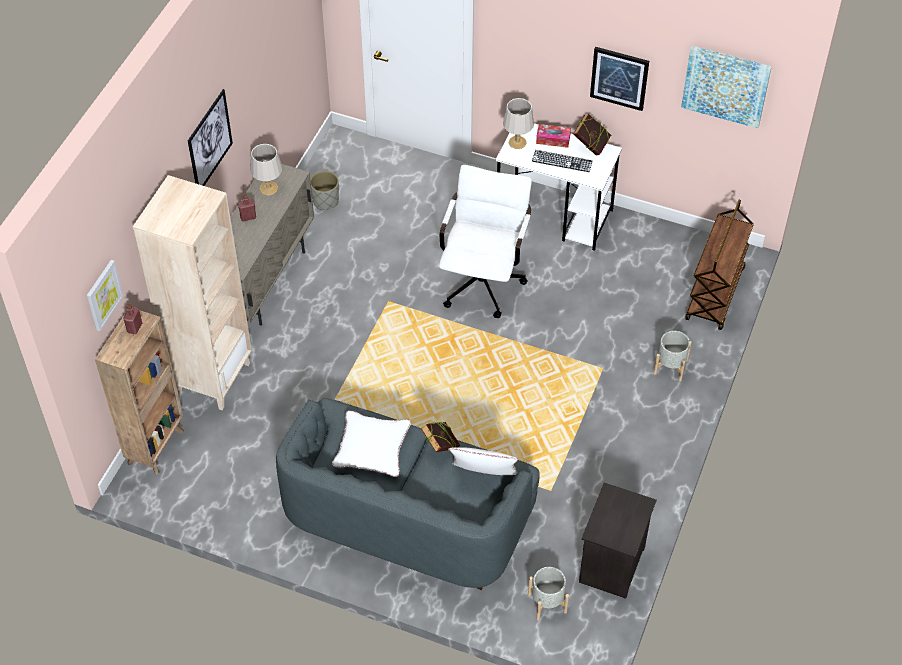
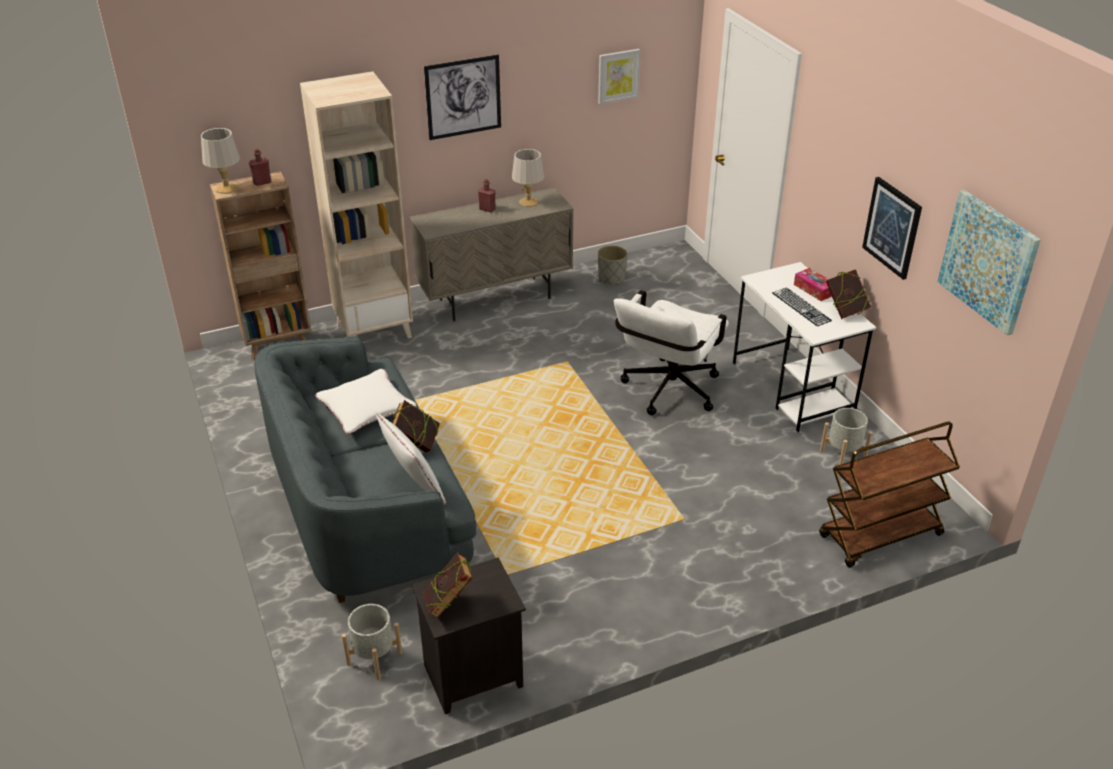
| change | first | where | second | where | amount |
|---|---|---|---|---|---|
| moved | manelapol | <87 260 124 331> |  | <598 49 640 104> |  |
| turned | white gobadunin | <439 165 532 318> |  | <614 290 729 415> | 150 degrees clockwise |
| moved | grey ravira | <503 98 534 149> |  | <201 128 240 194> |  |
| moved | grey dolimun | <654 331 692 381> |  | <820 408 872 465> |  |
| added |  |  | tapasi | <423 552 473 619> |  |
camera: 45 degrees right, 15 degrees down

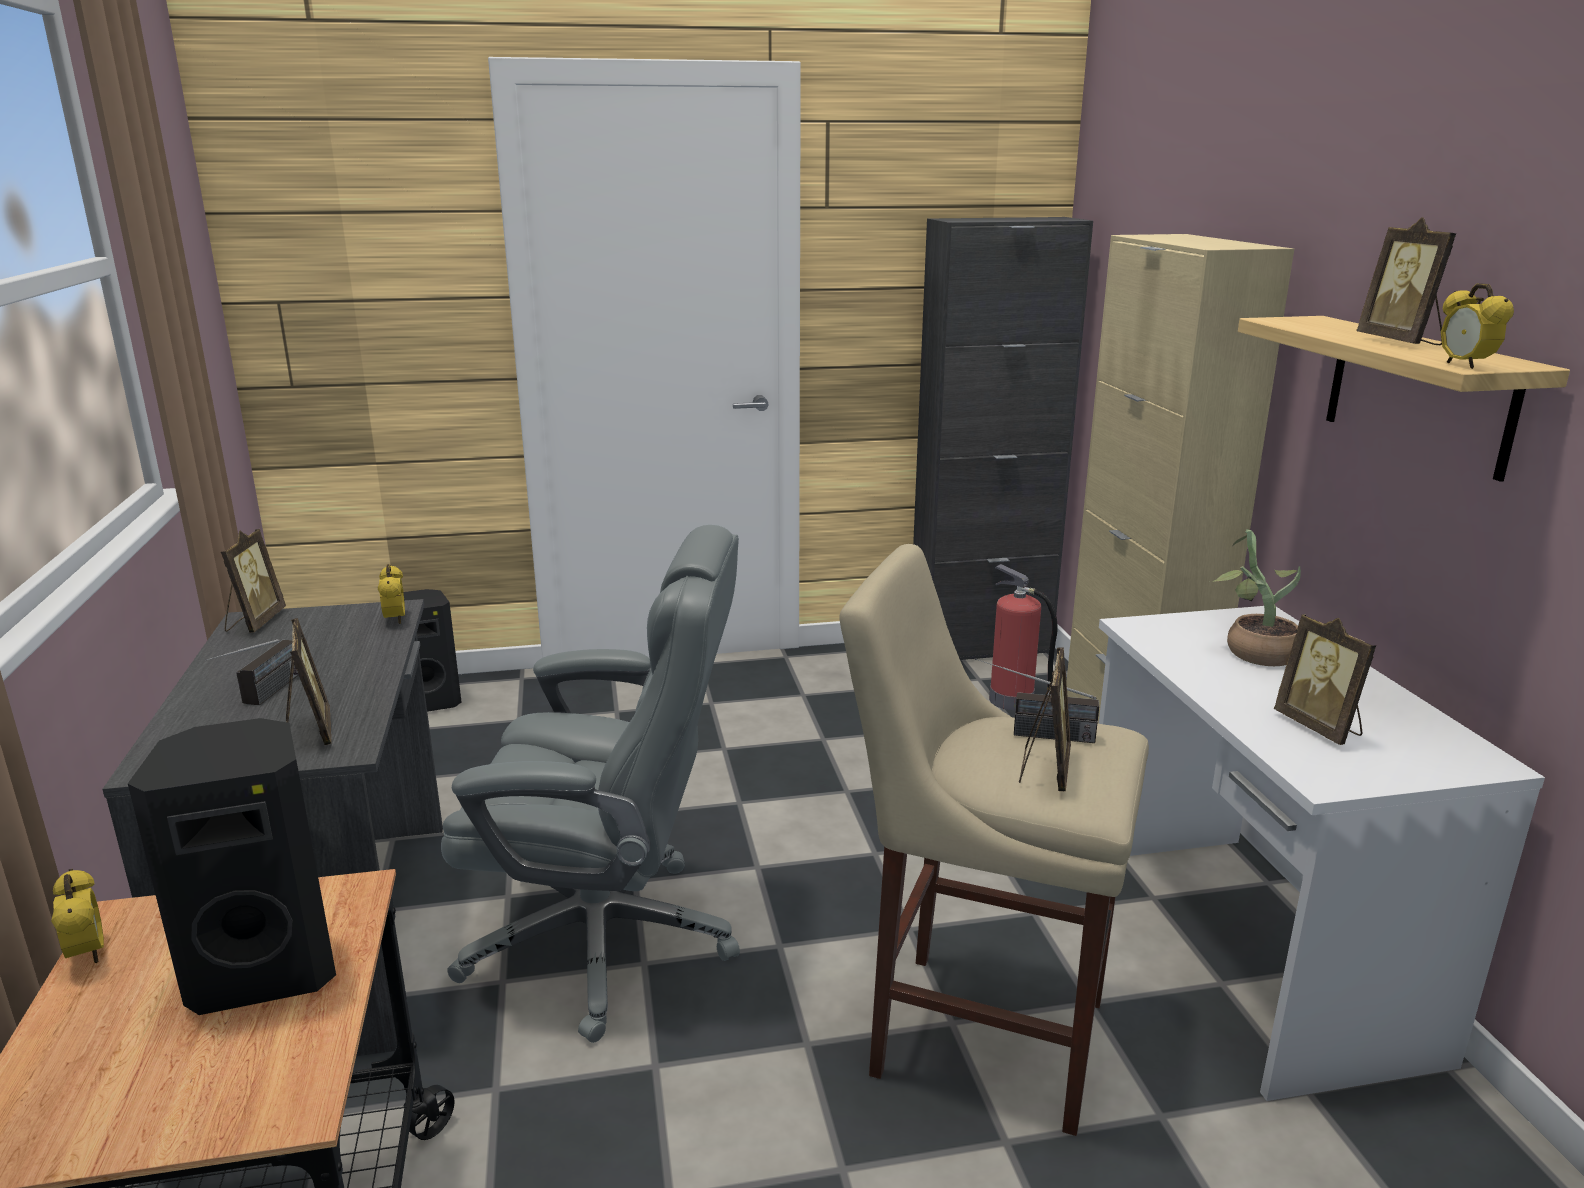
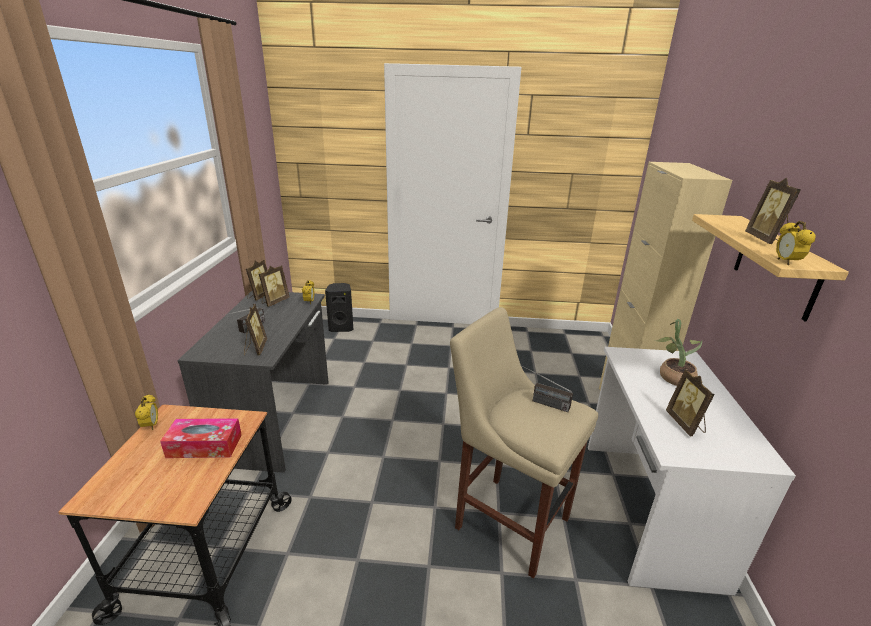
| change | first | where | second | where | amount |
|---|---|---|---|---|---|
| replaced | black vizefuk | <128 718 336 1015> | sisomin | <160 418 242 458> |  |
| removed | grey gobadunin | <441 525 740 1043> |  |  |  |
| removed | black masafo | <913 217 1093 660> |  |  |  |
| removed | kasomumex | <989 564 1058 710> |  |  |  |
| moved | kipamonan | <1019 647 1071 791> |  | <259 265 290 307> |  |
camera: 15 degrees right, 5 degrees up

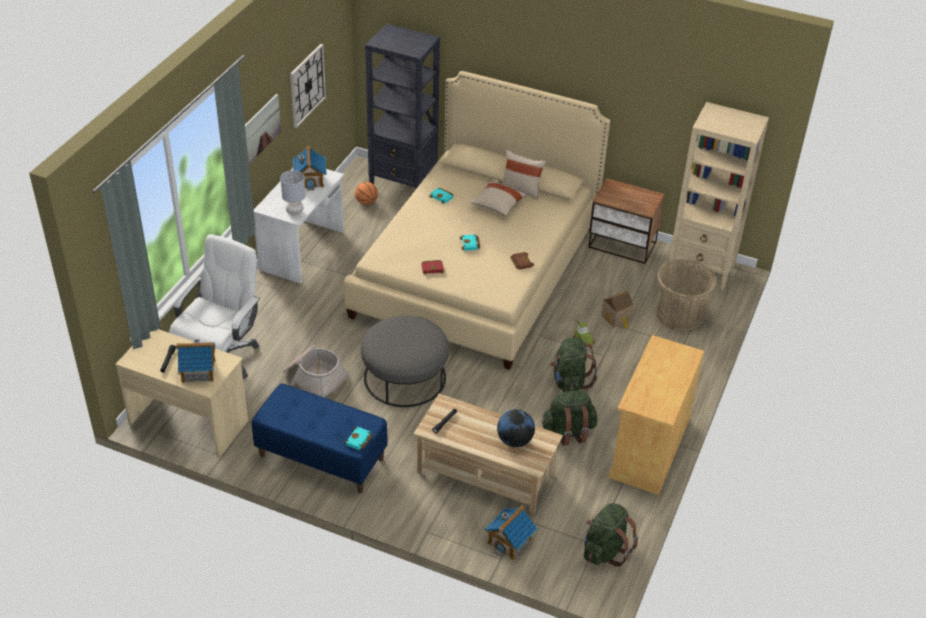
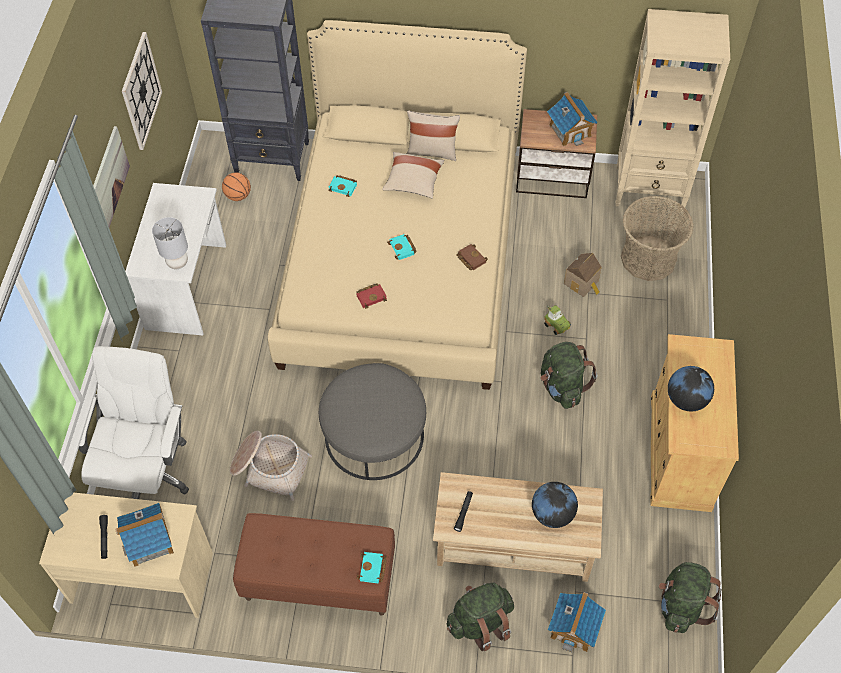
| change | first | where | second | where | amount |
|---|---|---|---|---|---|
| recoloured | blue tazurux | <252 383 387 493> | brown tazurux | <233 513 395 616> |  |
| moved | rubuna | <293 146 327 190> |  | <547 92 598 146> |  |
| moved | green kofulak | <541 391 597 446> |  | <447 583 514 651> |  |
| added |  |  | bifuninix | <668 366 714 411> |  |
camera: 15 degrees left, 15 degrees up

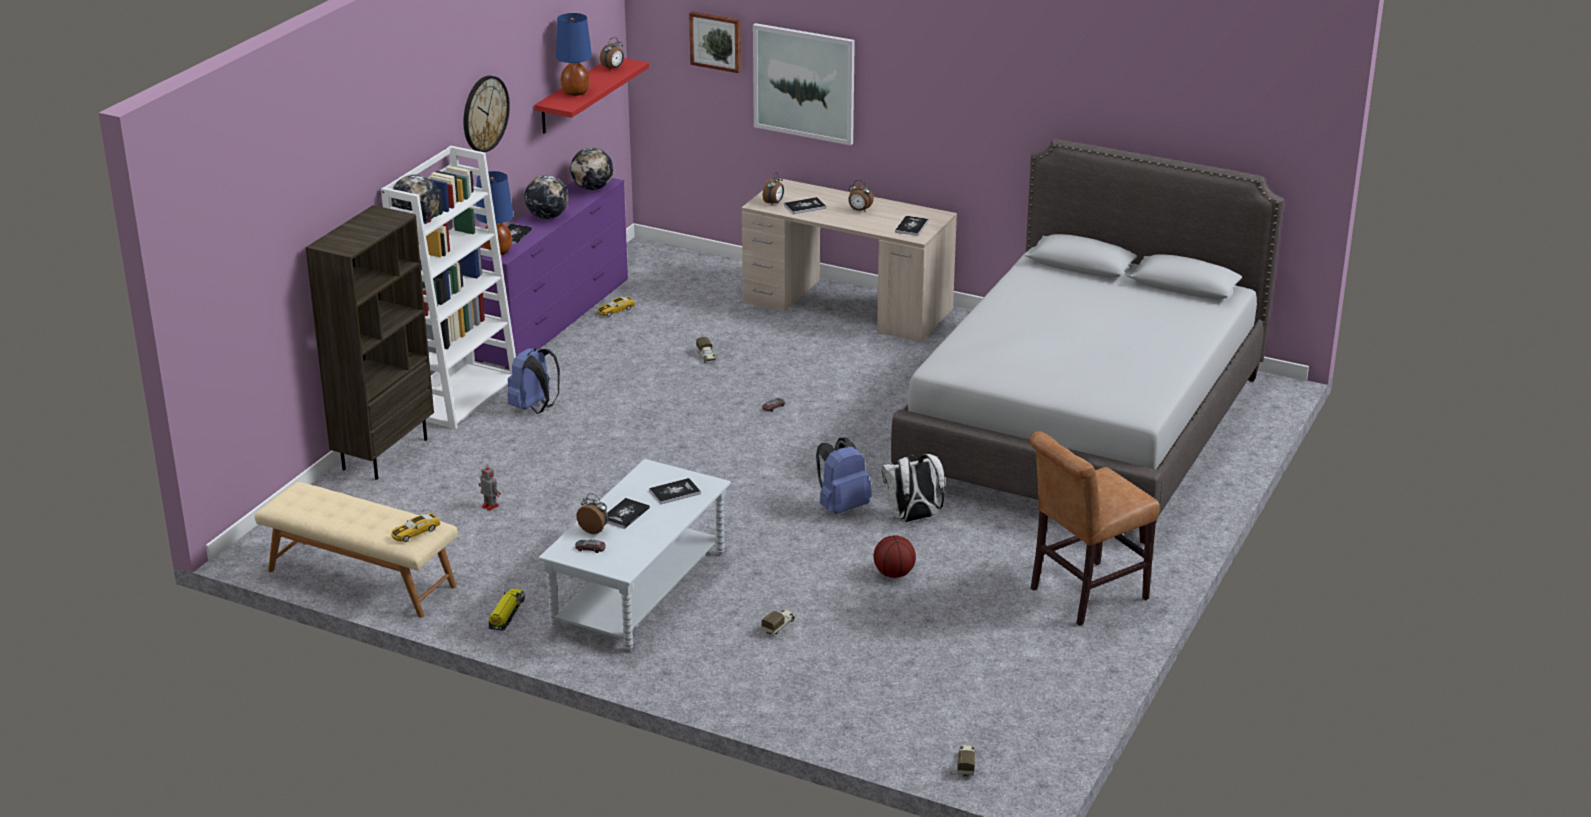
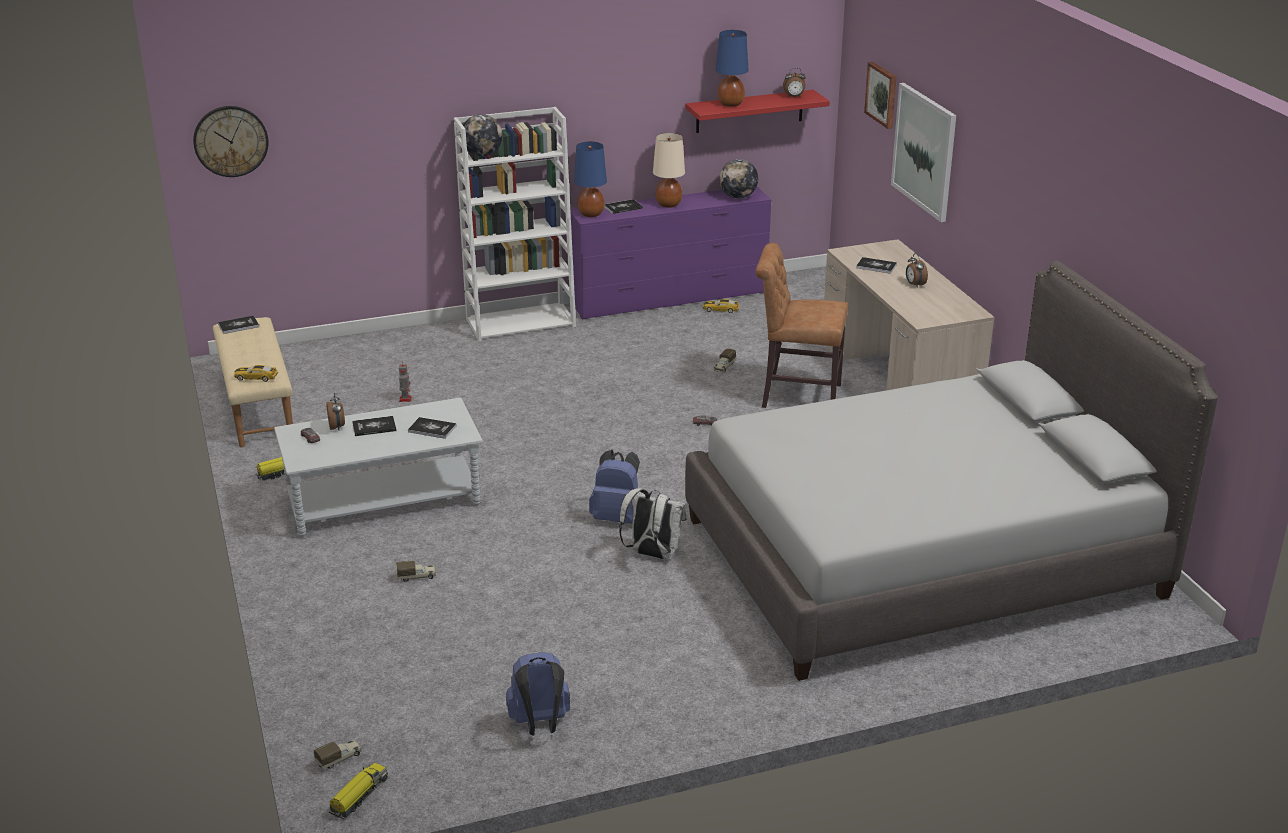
| change | first | where | second | where | amount |
|---|---|---|---|---|---|
| removed | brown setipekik | <305 205 434 480> |  |  |  |
| moved | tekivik | <464 76 510 152> |  | <193 106 268 177> |  |
| moved | blue kofulak | <507 348 560 414> |  | <506 652 570 736> |  |
| replaced | bifuninix | <524 175 569 219> | beige ravira | <653 133 685 208> |  |
| removed | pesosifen | <763 172 784 206> |  |  |  |
| removed | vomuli | <874 535 916 578> |  |  |  |
| moved | tapasi | <895 216 928 236> |  | <218 316 259 334> |  |
| moved | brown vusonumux | <1029 431 1160 626> |  | <755 243 848 408> |  |
| added |  |  | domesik | <329 763 388 819> |  |
camera: 45 degrees right, 0 degrees up

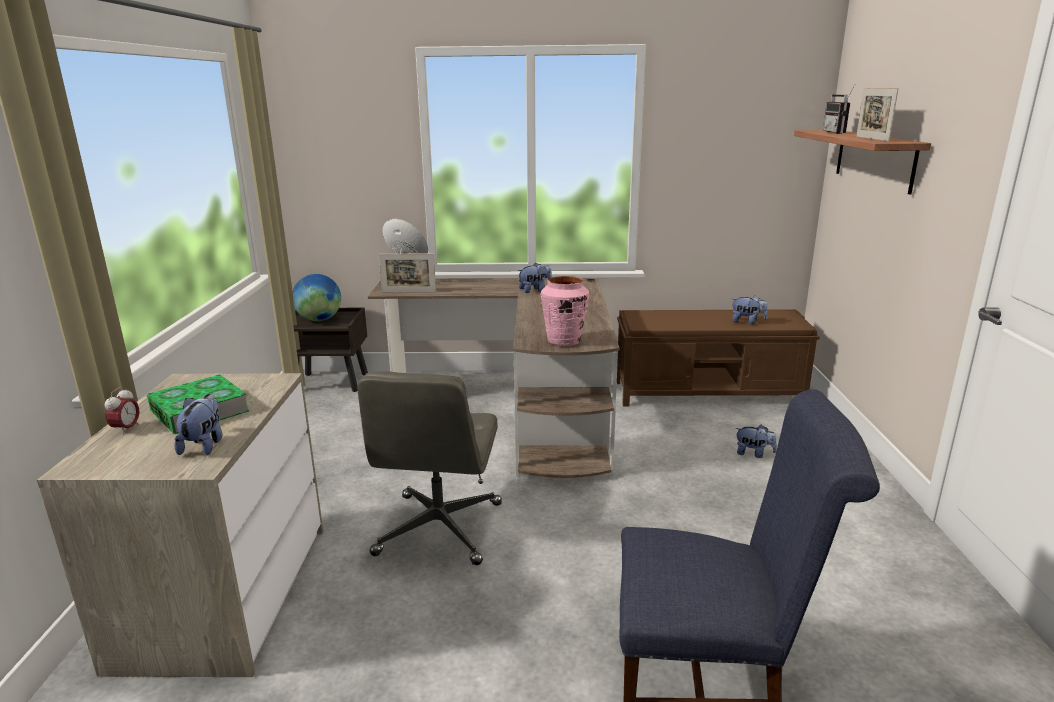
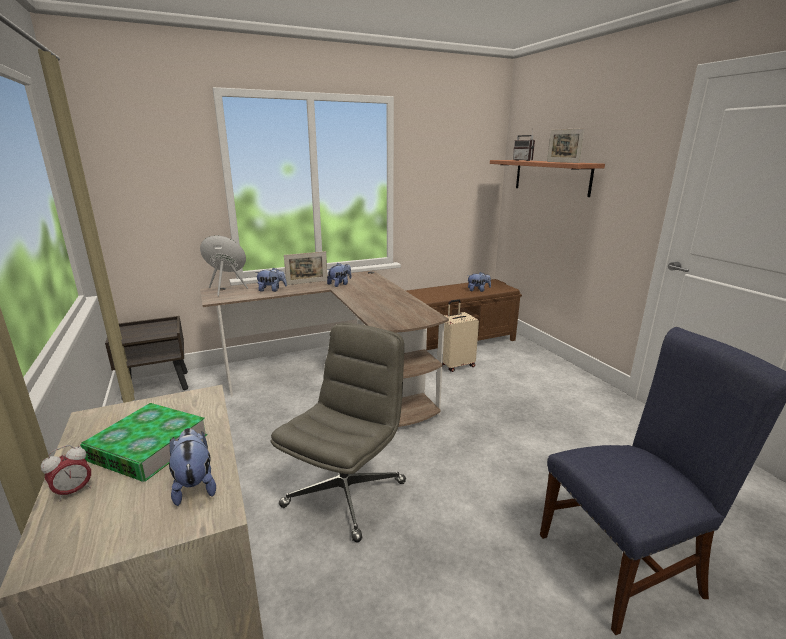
| change | first | where | second | where | amount |
|---|---|---|---|---|---|
| turned | pesosifen | <105 387 140 435> |  | <41 445 91 502> | 60 degrees clockwise |
| removed | bifuninix | <293 274 341 321> |  |  |  |
| turned | grey gobadunin | <358 371 502 565> |  | <270 323 406 542> | 135 degrees counterclockwise |
| moved | kipamonan | <379 253 436 292> |  | <284 251 328 285> |  |
| removed | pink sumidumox | <540 276 589 346> |  |  |  |
| moved | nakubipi | <735 424 777 458> |  | <255 268 287 292> |  |
| added |  |  | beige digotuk | <437 299 479 372> |  |
camera: 25 degrees left, 0 degrees up

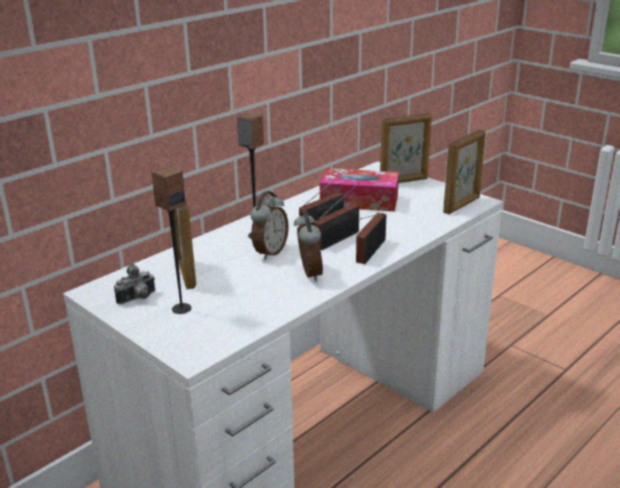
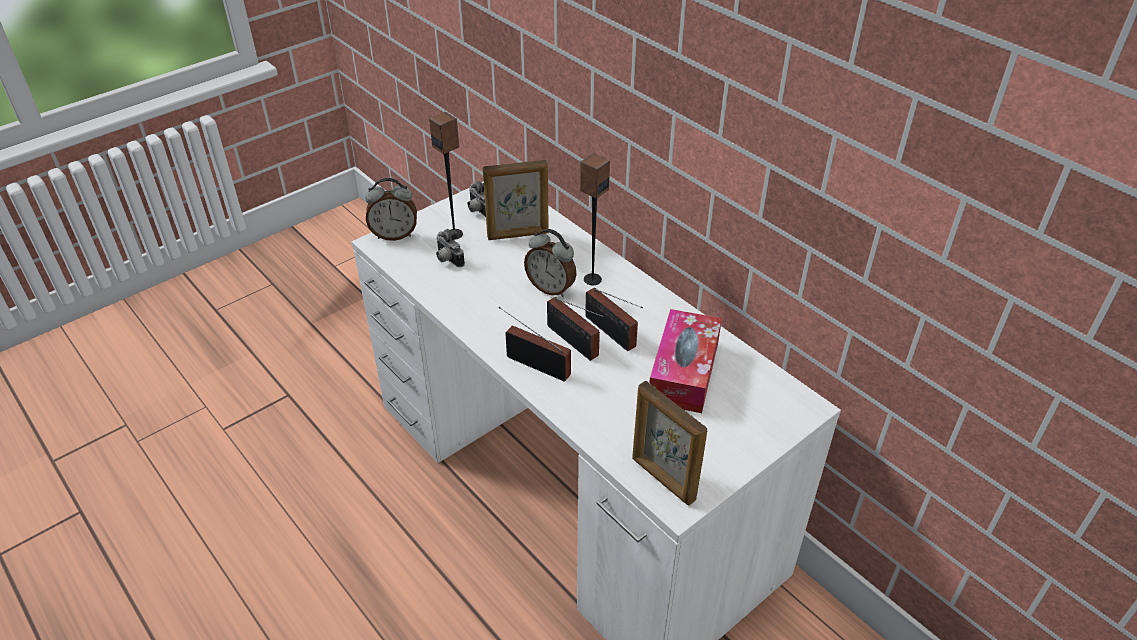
| change | first | where | second | where | amount |
|---|---|---|---|---|---|
| moved | pesosifen | <294 211 323 281> |  | <365 178 417 241> |  |
| removed | kipamonan | <380 113 432 183> |  |  |  |
| added |  |  | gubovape | <436 229 465 267> |  |
camera: 95 degrees right, 15 degrees up

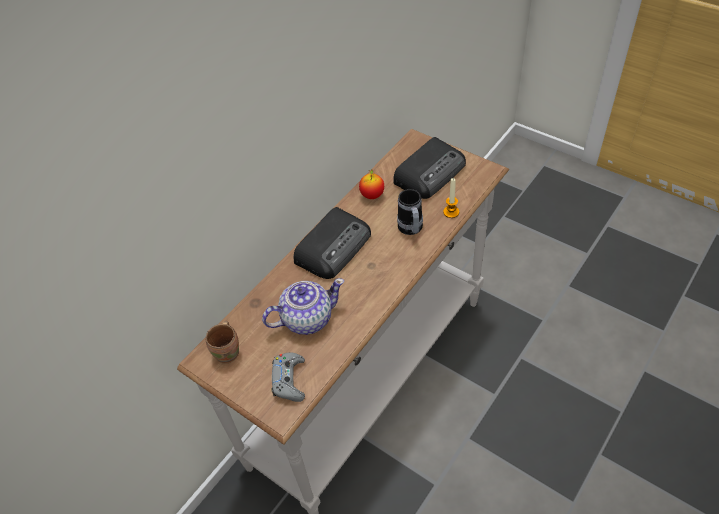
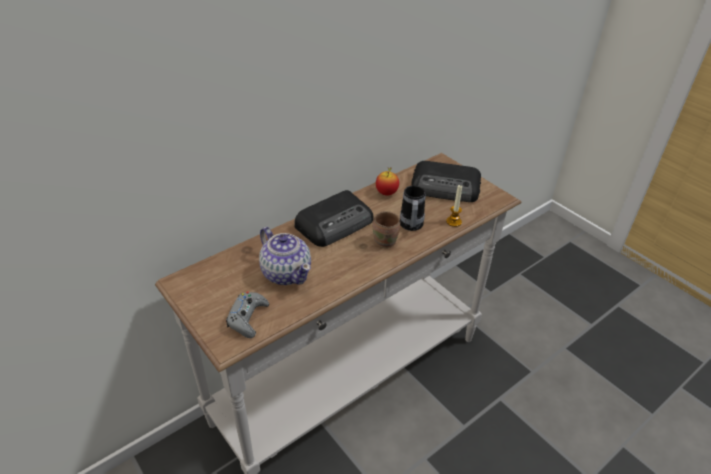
| change | first | where | second | where | amount |
|---|---|---|---|---|---|
| moved | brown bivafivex | <206 321 239 363> |  | <373 211 400 248> |  |
| turned | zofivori | <262 278 344 335> |  | <259 227 311 285> | 60 degrees clockwise |
| turned | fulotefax | <393 137 466 199> |  | <411 161 481 202> | 45 degrees clockwise |
camera: 10 degrees right, 10 degrees down

